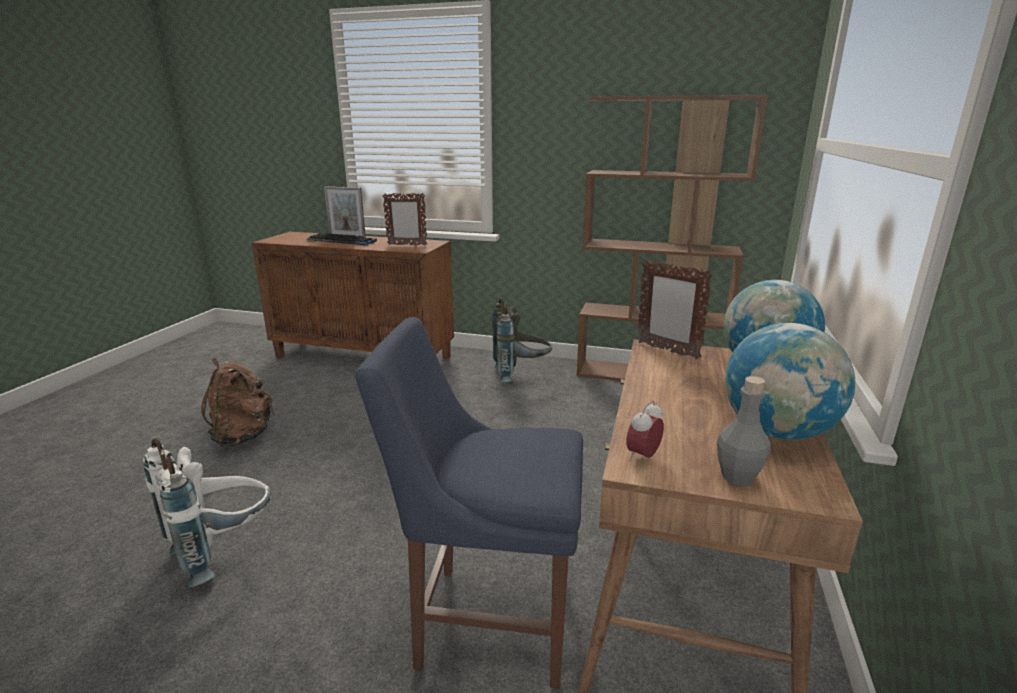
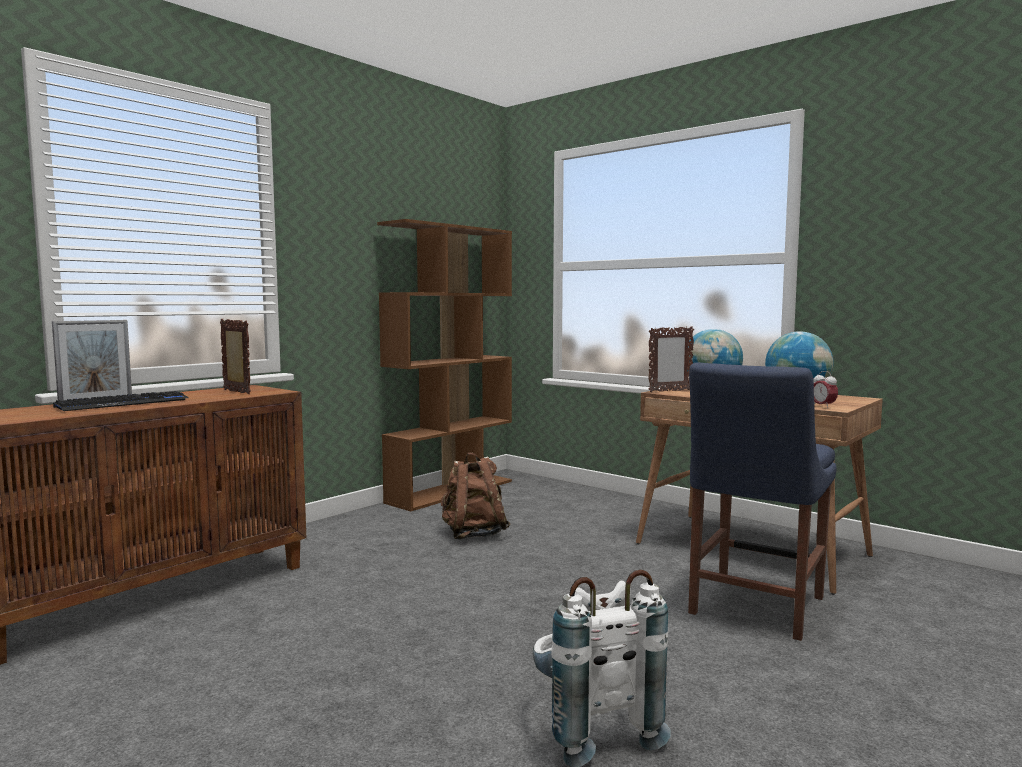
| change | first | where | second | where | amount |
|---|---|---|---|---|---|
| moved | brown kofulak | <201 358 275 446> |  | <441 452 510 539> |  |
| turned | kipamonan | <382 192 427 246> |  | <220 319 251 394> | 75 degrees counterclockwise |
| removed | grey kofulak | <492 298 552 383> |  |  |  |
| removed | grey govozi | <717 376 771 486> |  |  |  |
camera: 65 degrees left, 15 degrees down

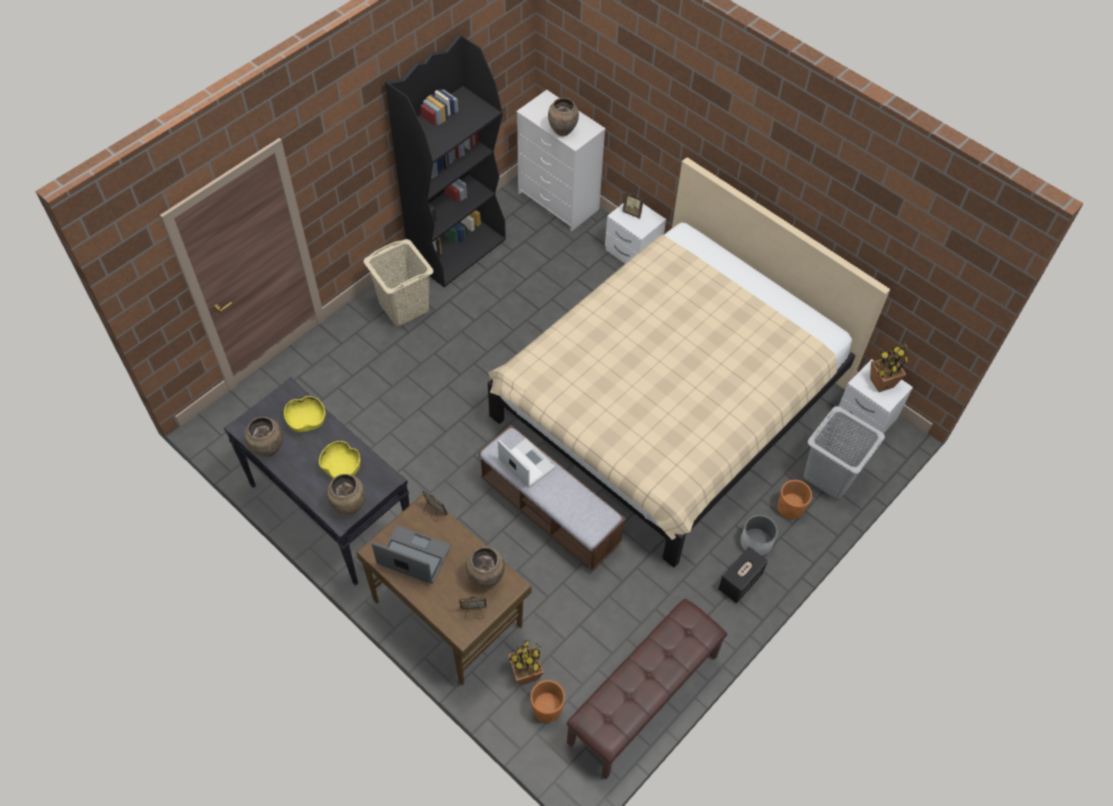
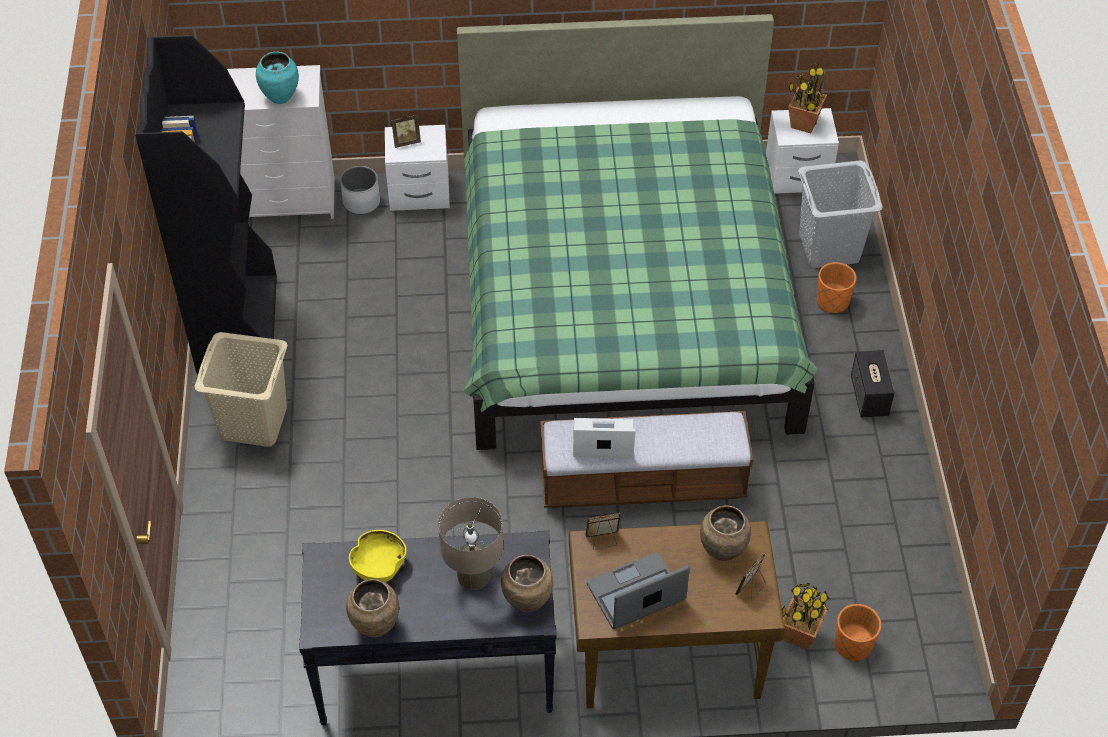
| change | first | where | second | where | amount |
|---|---|---|---|---|---|
| replaced | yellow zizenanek | <319 441 360 479> | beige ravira | <438 497 503 590> |  |
| recoloured | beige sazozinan | <488 157 890 568> | green sazozinan | <457 14 818 450> |  |
| recoloured | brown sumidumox | <548 98 579 136> | turquoise sumidumox | <256 52 299 104> |  |
| removed | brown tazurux | <567 599 727 779> |  |  |  |
| moved | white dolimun | <740 515 777 556> |  | <340 166 380 214> |  |
camera: 45 degrees left, 5 degrees down

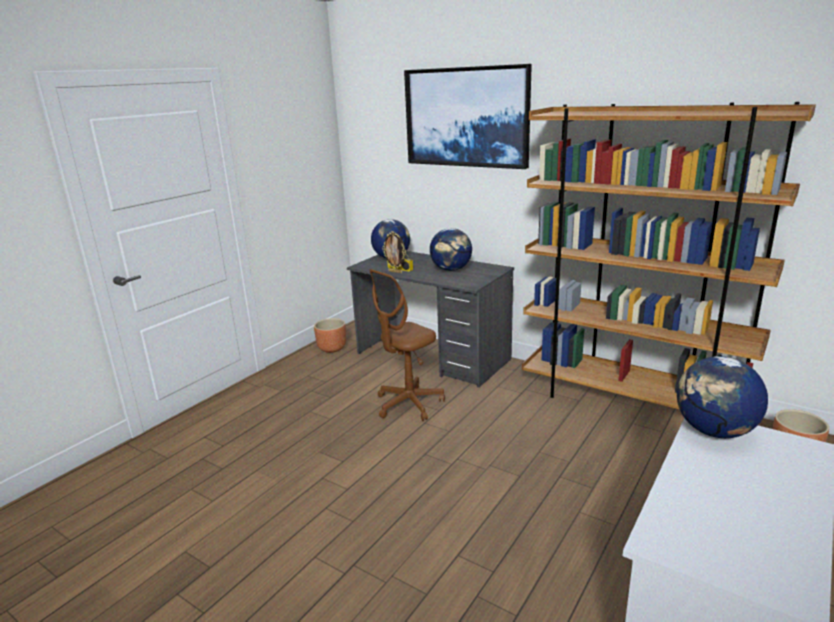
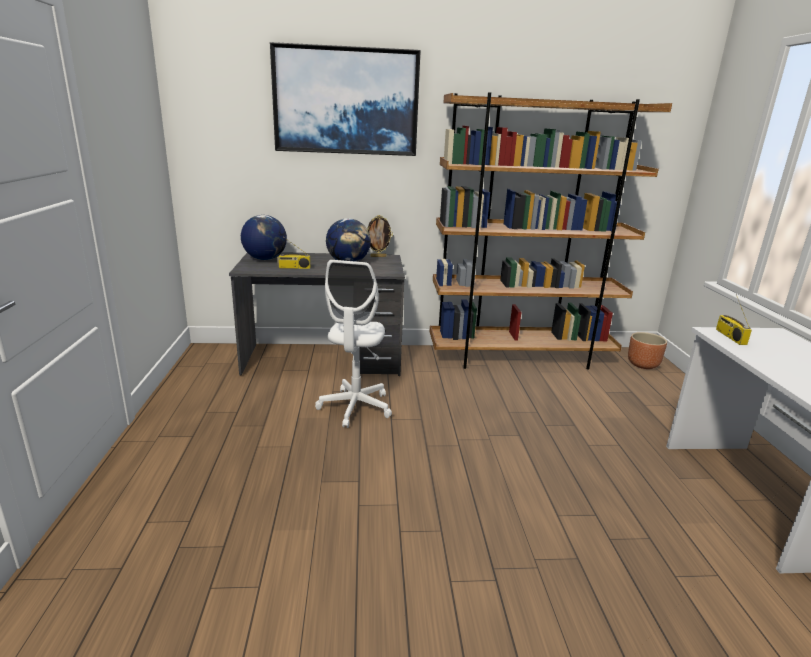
| change | first | where | second | where | amount |
|---|---|---|---|---|---|
| removed | brown dolimun | <314 318 346 353> |  |  |  |
| recoloured | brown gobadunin | <369 269 445 421> | white gobadunin | <315 260 392 428> |  |
| moved | kipamonan | <382 231 406 273> |  | <367 215 393 257> |  |
| replaced | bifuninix | <677 356 768 438> | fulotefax | <716 294 752 345> |  |
camera: 40 degrees left, 0 degrees up

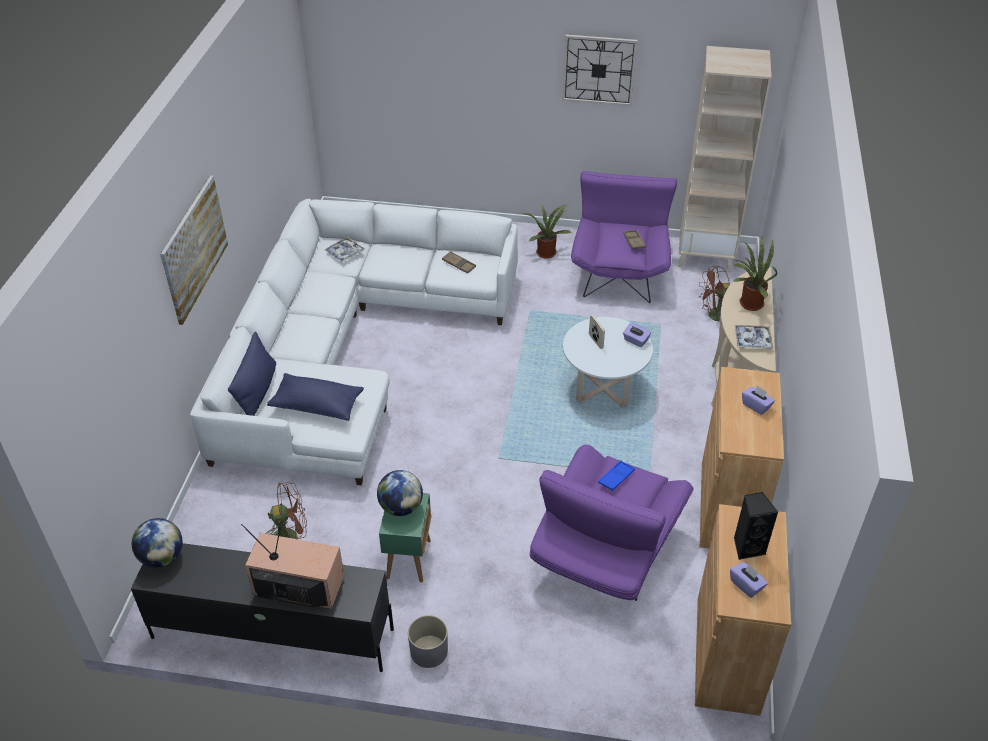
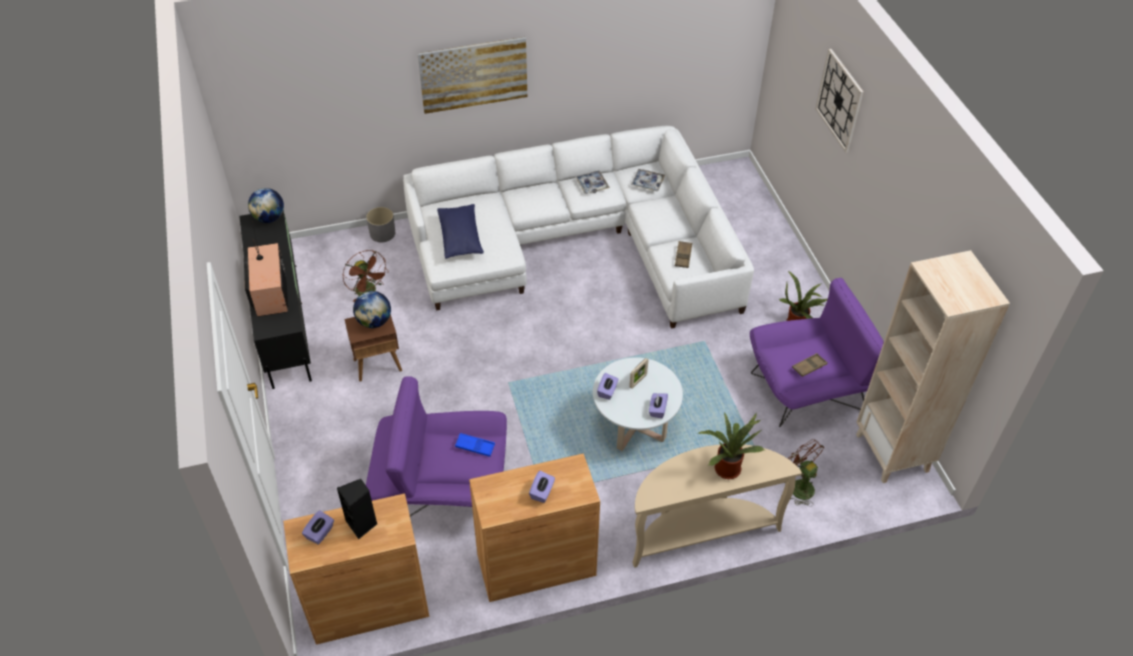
| change | first | where | second | where | amount |
|---|---|---|---|---|---|
| removed | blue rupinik | <228 332 276 416> |  |  |  |
| recoloured | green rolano | <379 493 432 583> | brown rolano | <344 314 402 382> |  |
| moved | grey dolimun | <408 615 448 668> |  | <366 207 395 242> |  |
| moved | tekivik | <562 35 638 106> |  | <815 49 864 153> |  |
| moved | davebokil | <735 325 773 349> |  | <576 171 610 194> |  |
| added |  |  | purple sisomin | <597 373 619 400> |  |
camera: 65 degrees right, 5 degrees up

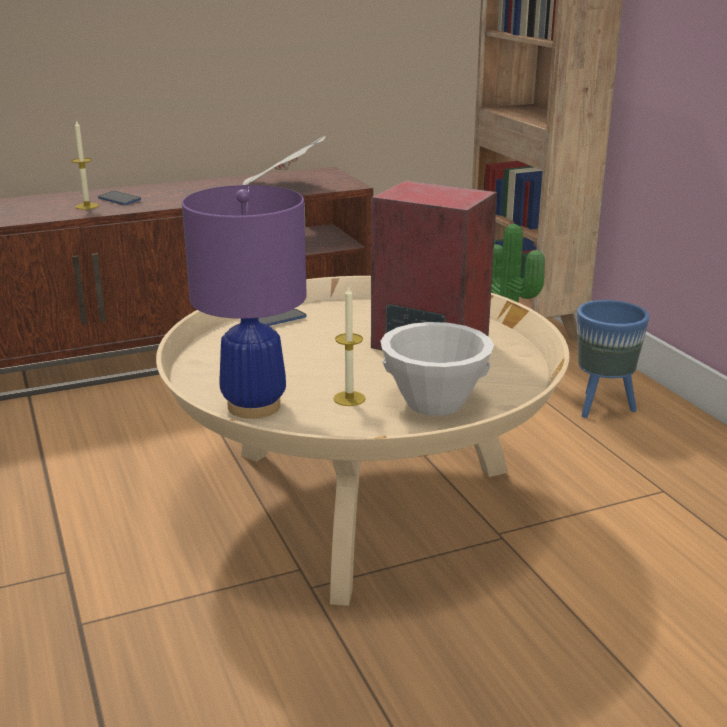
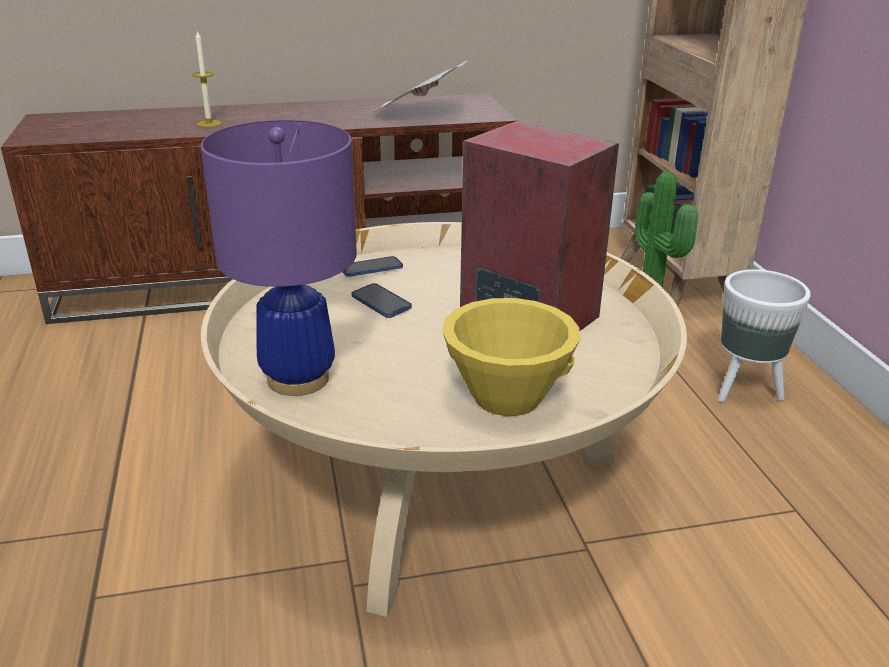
| change | first | where | second | where | amount |
|---|---|---|---|---|---|
| moved | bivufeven | <98 191 141 205> |  | <351 283 412 318> |  |
| removed | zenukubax | <333 286 366 406> |  |  |  |
| recoloured | white zizenanek | <380 322 494 416> | yellow zizenanek | <442 298 580 416> |  |
| recoloured | blue dolimun | <577 300 649 418> | white dolimun | <718 269 811 402> |  |
camera: 10 degrees right, 5 degrees up

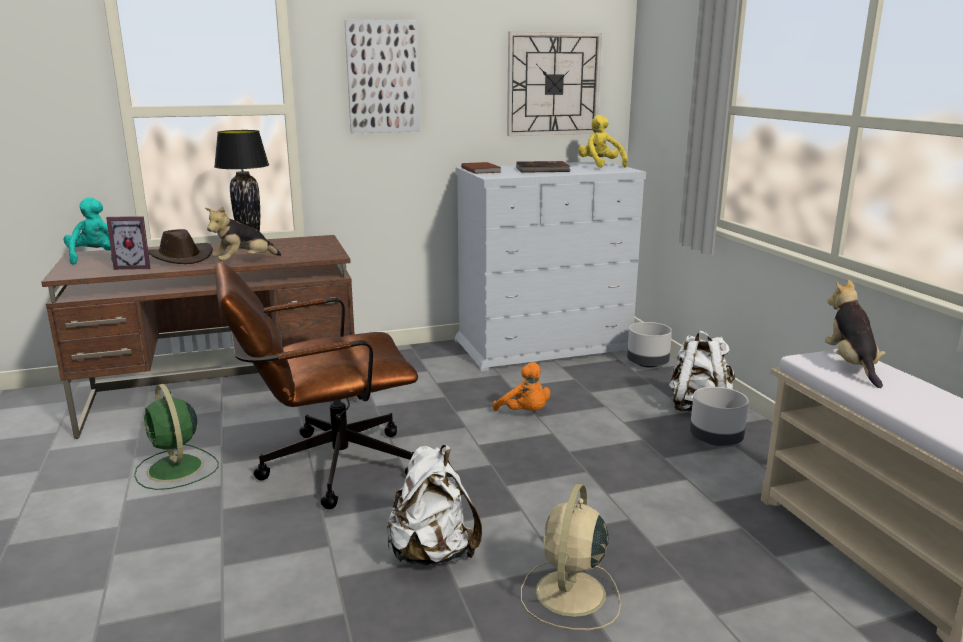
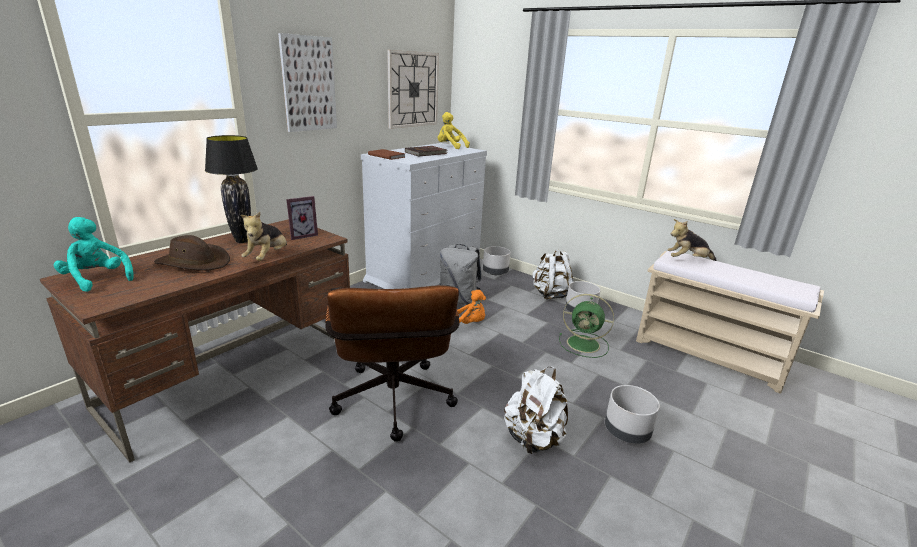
| change | first | where | second | where | amount |
|---|---|---|---|---|---|
| moved | kipamonan | <106 216 151 270> |  | <286 196 318 240> |  |
| moved | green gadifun | <134 384 219 490> |  | <559 294 614 358> |  |
| turned | brown gobadunin | <215 263 418 509> |  | <325 285 460 442> | 45 degrees counterclockwise |
| replaced | beige gadifun | <521 483 621 630> | grey dolimun | <605 385 660 444> |  |
| turned | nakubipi | <825 280 885 388> |  | <667 219 717 261> | 60 degrees counterclockwise |
| added |  |  | grey kofulak | <440 244 482 305> |  |
camera: 35 degrees left, 5 degrees up

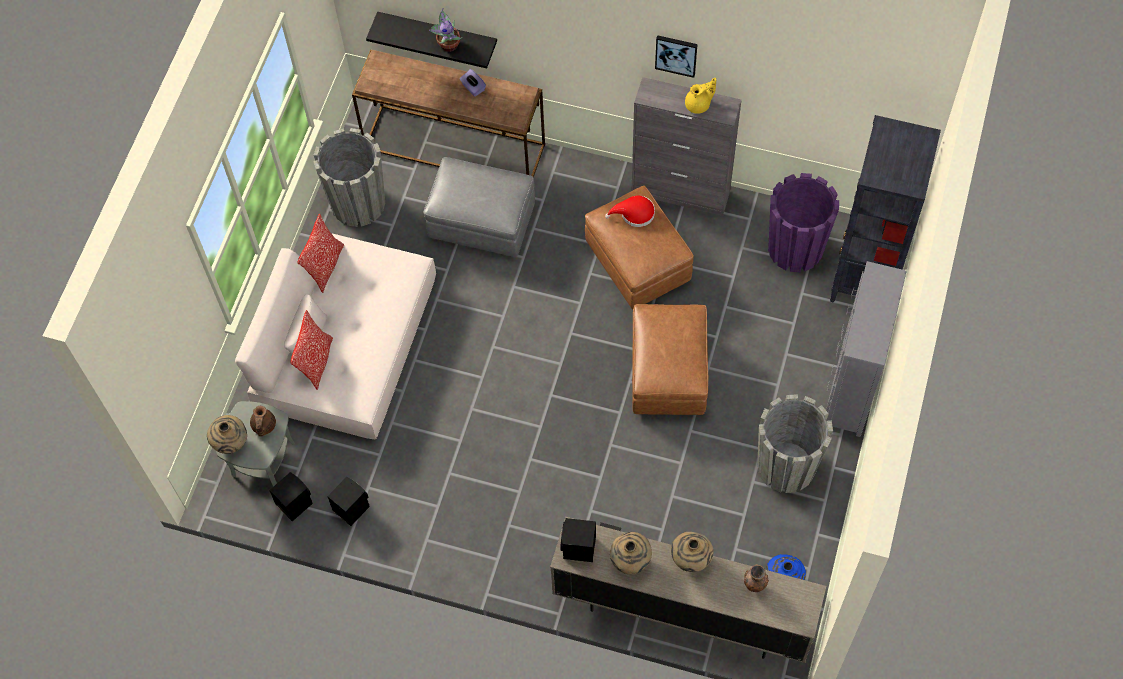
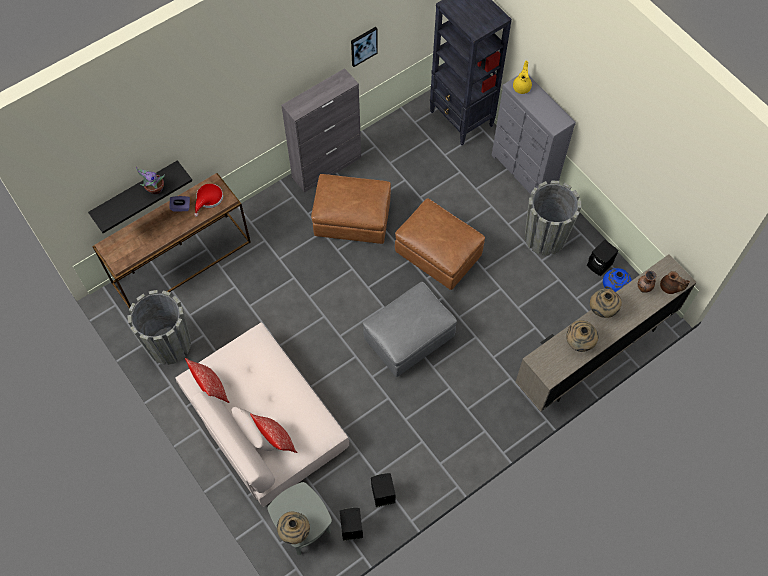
| change | first | where | second | where | amount |
|---|---|---|---|---|---|
| moved | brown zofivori | <250 406 276 437> |  | <660 271 690 294> |  |
| moved | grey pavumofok | <423 157 535 257> |  | <363 282 457 377> |  |
| moved | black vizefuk | <560 518 596 562> |  | <587 239 619 276> |  |
| moved | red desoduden | <605 196 655 227> |  | <194 184 223 217> |  |
| moved | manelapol | <655 35 698 78> |  | <351 27 378 67> |  |
| moved | yellow zofivori | <685 78 716 114> |  | <513 60 532 94> |  |
| removed | purple dolimun | <768 173 839 272> |  |  |  |
camera: 55 degrees left, 0 degrees up

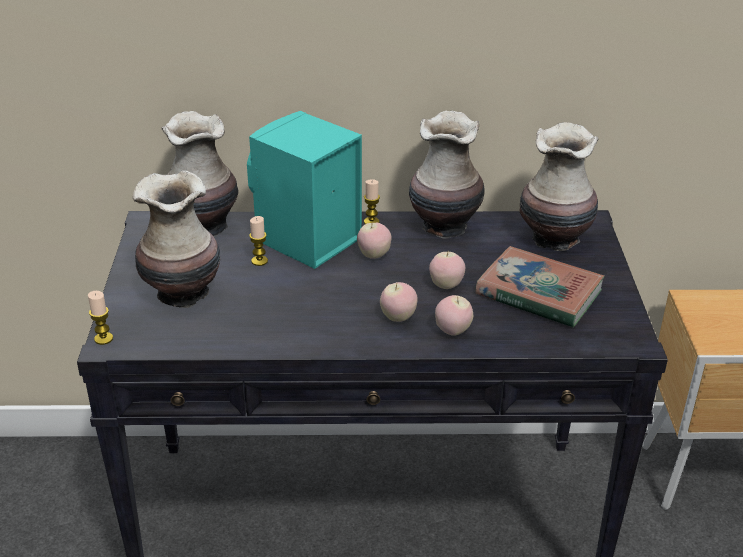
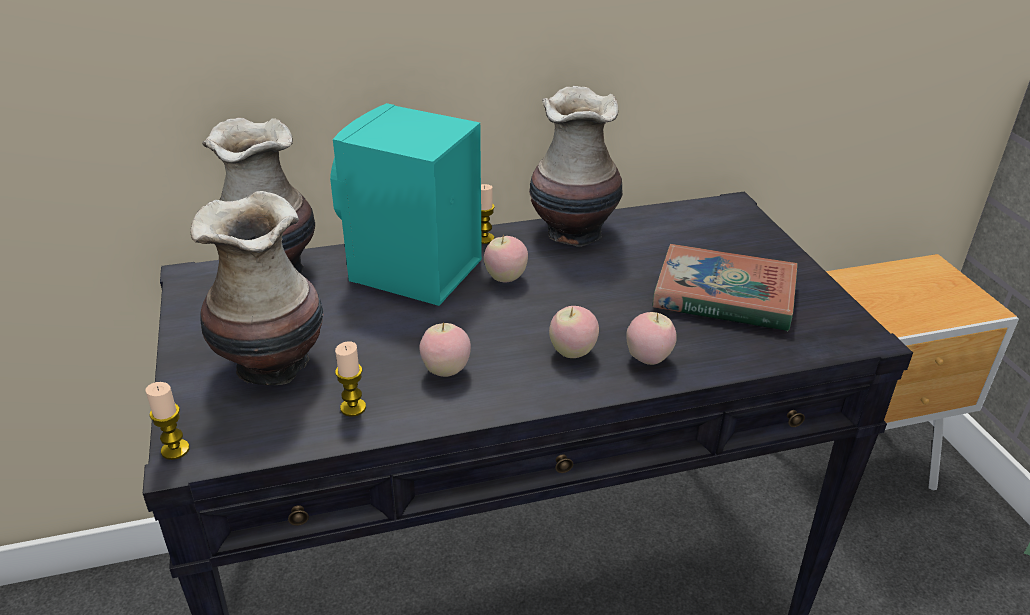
| change | first | where | second | where | amount |
|---|---|---|---|---|---|
| moved | zenukubax | <249 216 268 266> |  | <335 341 366 417> |  |
| moved | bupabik | <429 252 465 289> |  | <419 322 471 377> |  |
| removed | sumidumox | <520 122 598 251> |  |  |  |
camera: 15 degrees left, 0 degrees up

